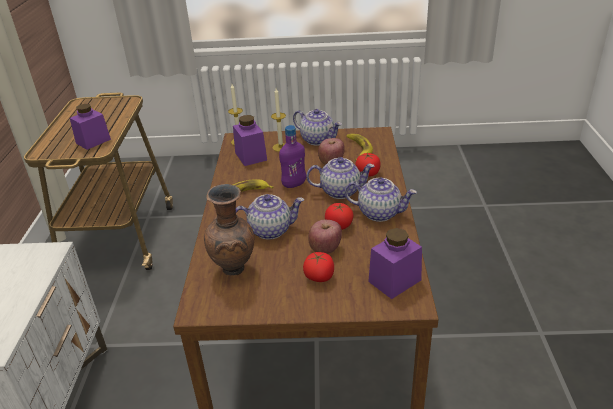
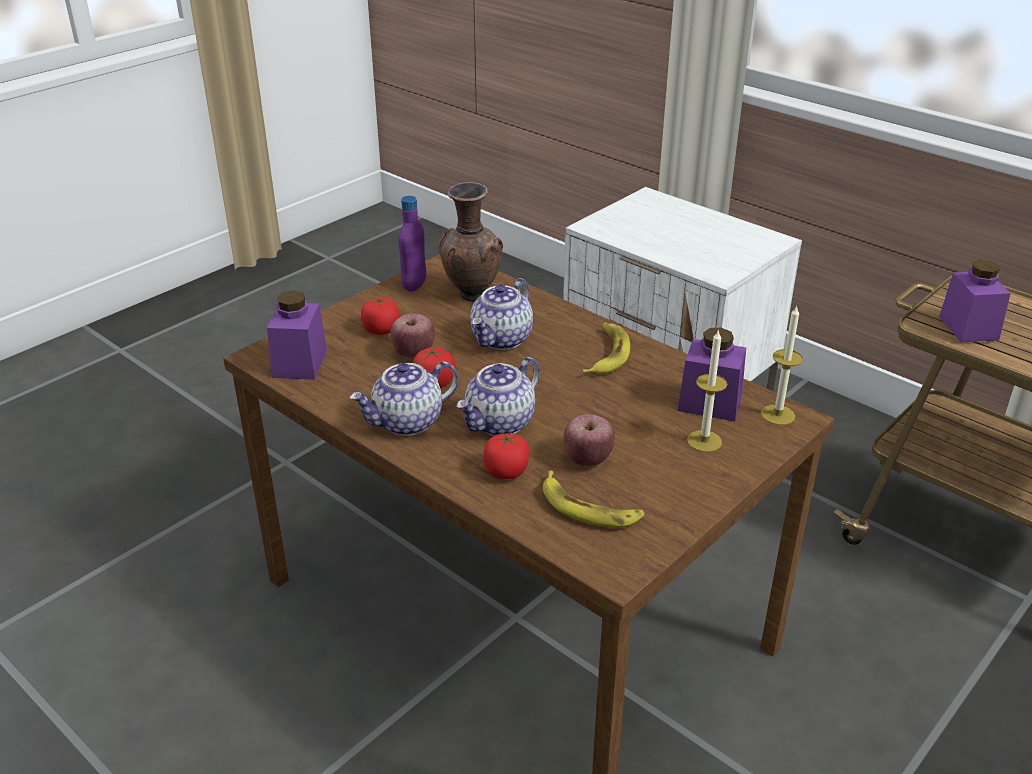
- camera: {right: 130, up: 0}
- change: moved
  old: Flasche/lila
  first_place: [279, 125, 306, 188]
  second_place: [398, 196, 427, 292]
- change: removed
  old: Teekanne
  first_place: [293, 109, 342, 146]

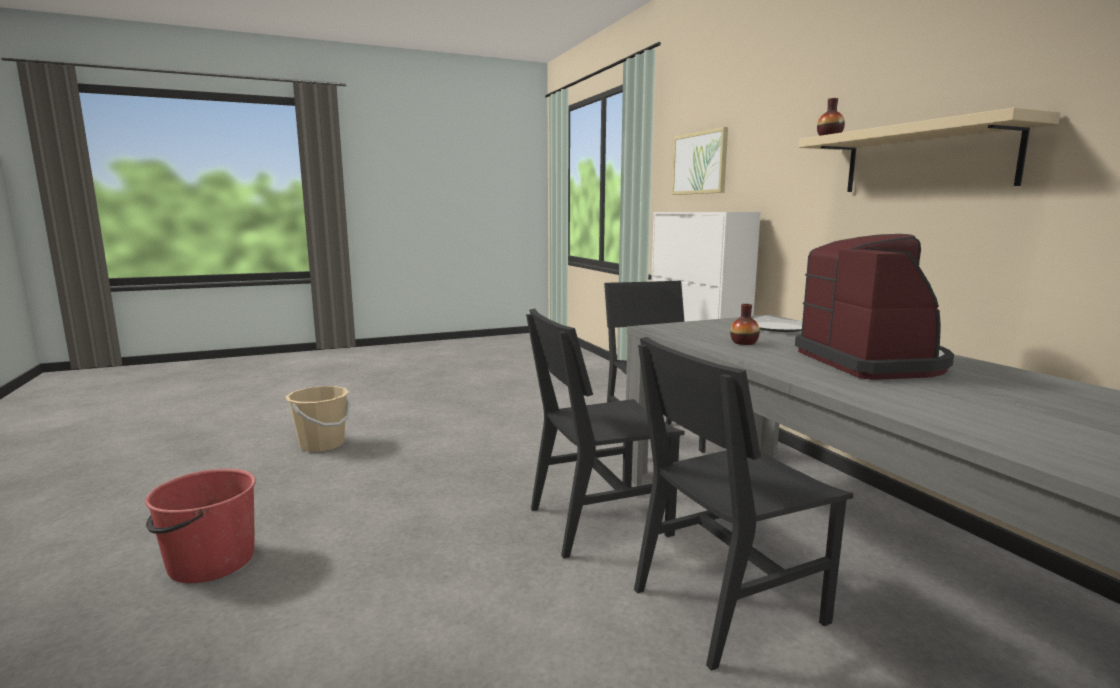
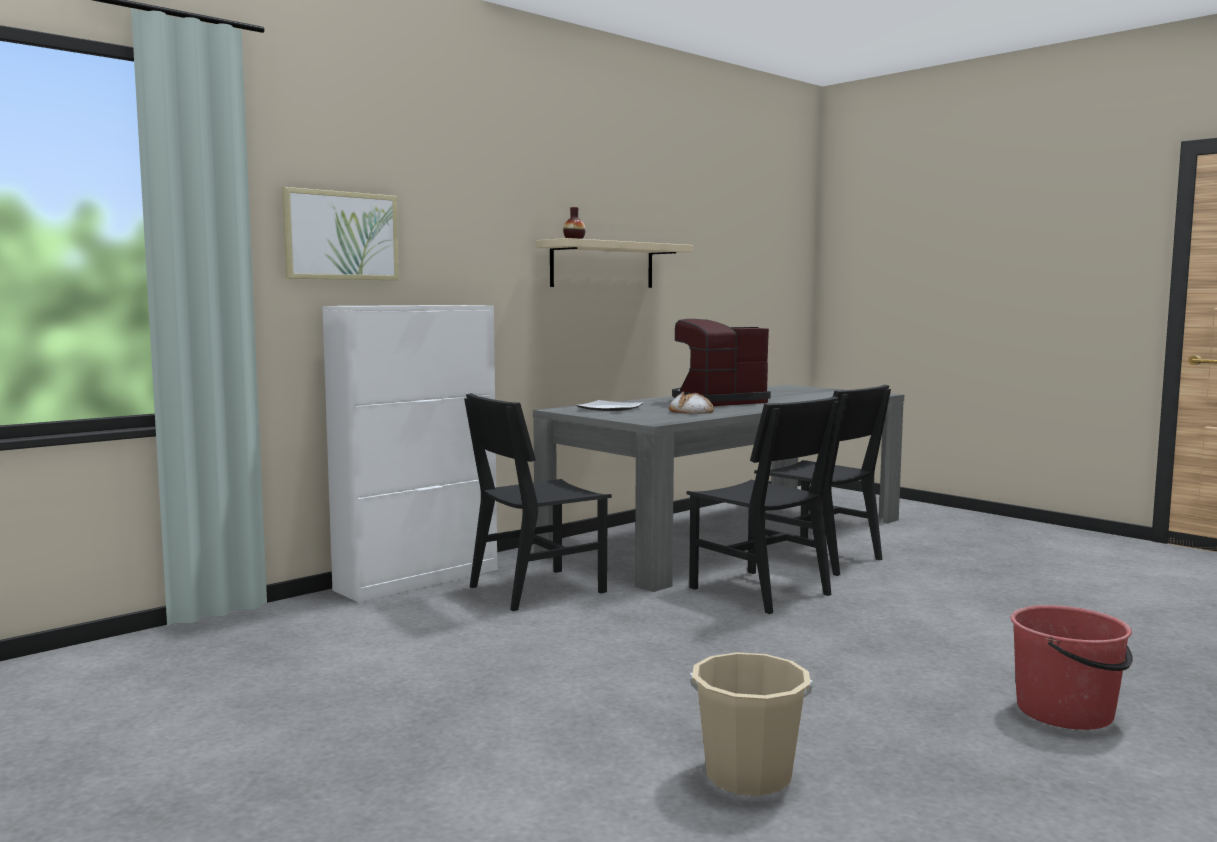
- camera: {right: -110, up: -5}
- change: replaced
  old: Vase
  new: Brot
  first_place: [730, 304, 760, 345]
  second_place: [669, 392, 714, 414]

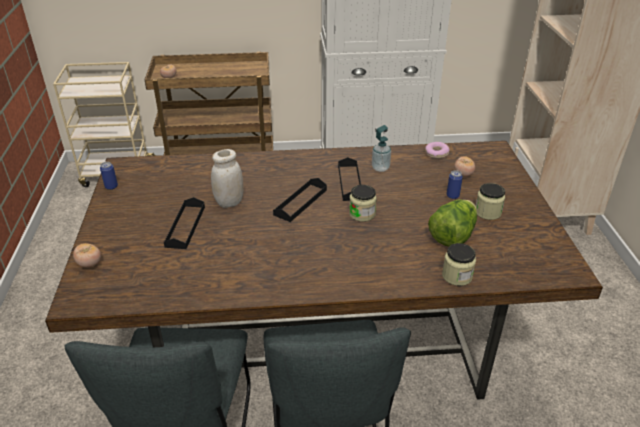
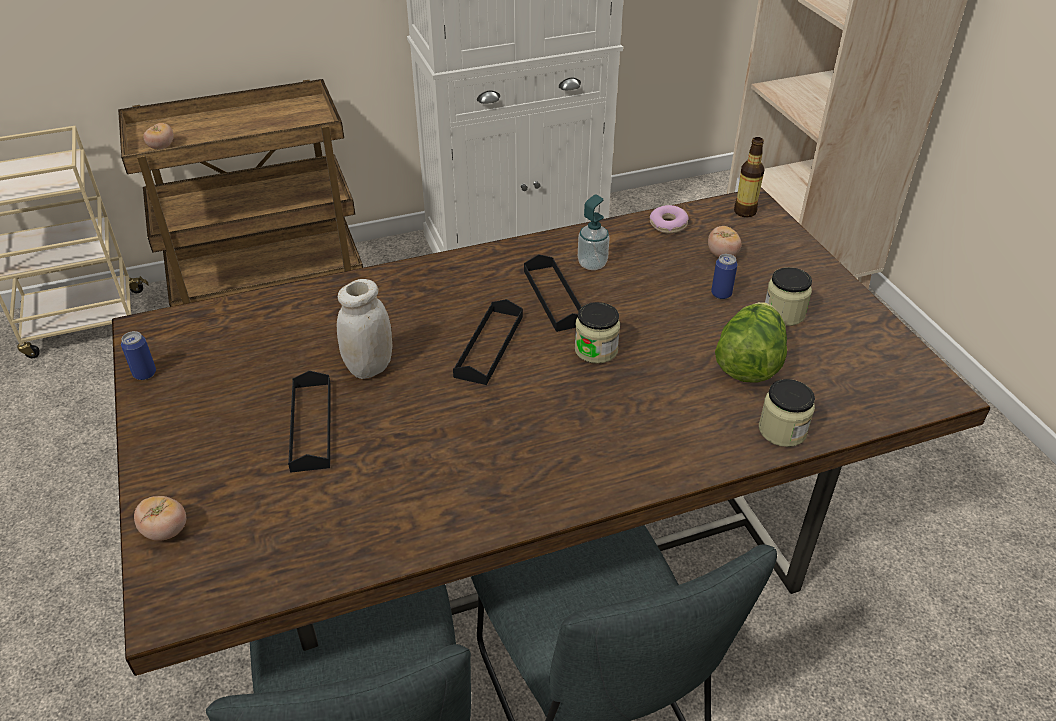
- camera: {right: -15, up: 5}
- change: added
  new: Flasche
  second_place: [734, 137, 765, 217]

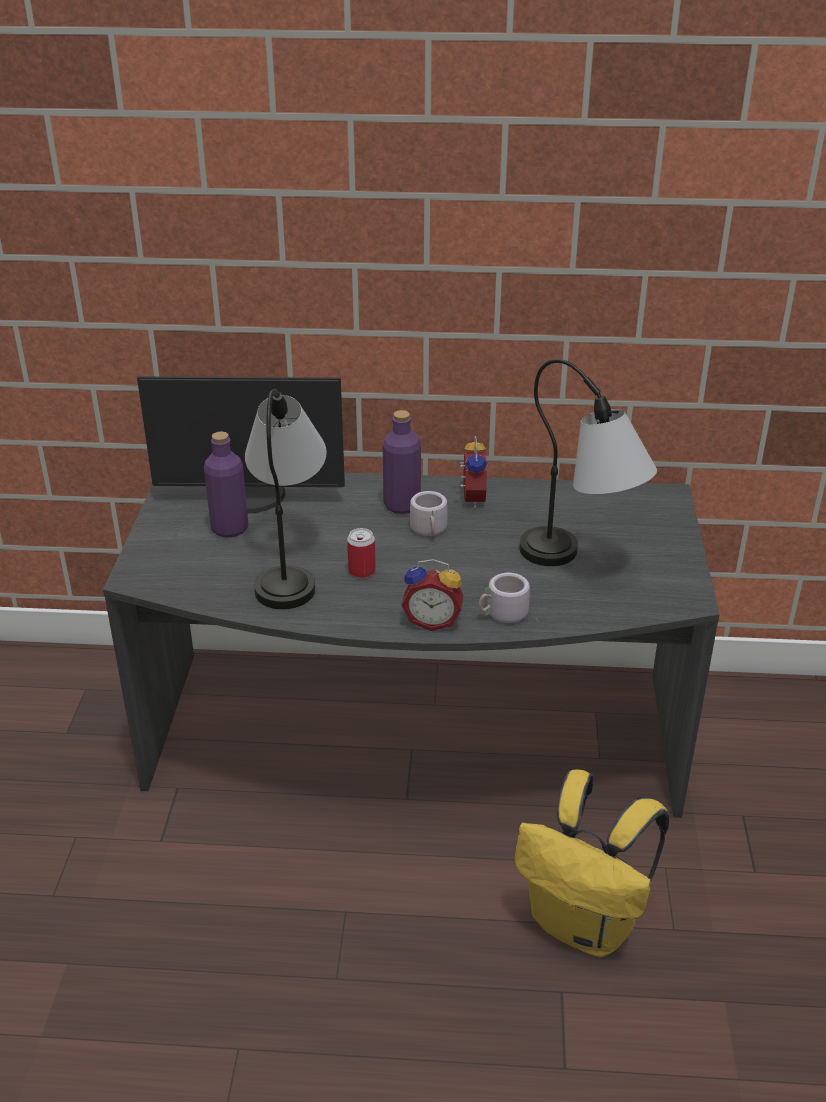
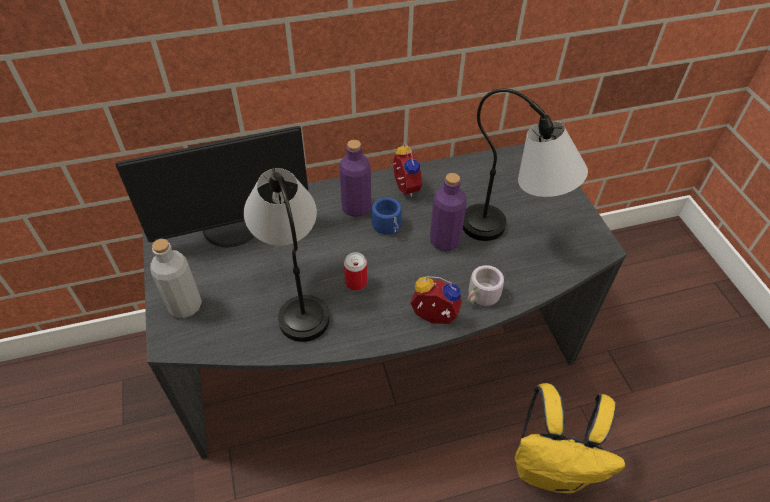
- camera: {right: -20, up: 15}
- change: moved
  old: Flasche/lila
  first_place: [204, 431, 249, 538]
  second_place: [430, 173, 467, 251]
- change: turned
  old: Wecker
  first_place: [402, 559, 463, 631]
  second_place: [410, 276, 462, 324]
  degrees: -150
- change: recoloured
  old: Henkelbecher/grau
  new: Henkelbecher/blau
  first_place: [410, 491, 447, 536]
  second_place: [372, 197, 402, 234]
- change: added
  new: Flasche/grau
  second_place: [150, 239, 202, 318]

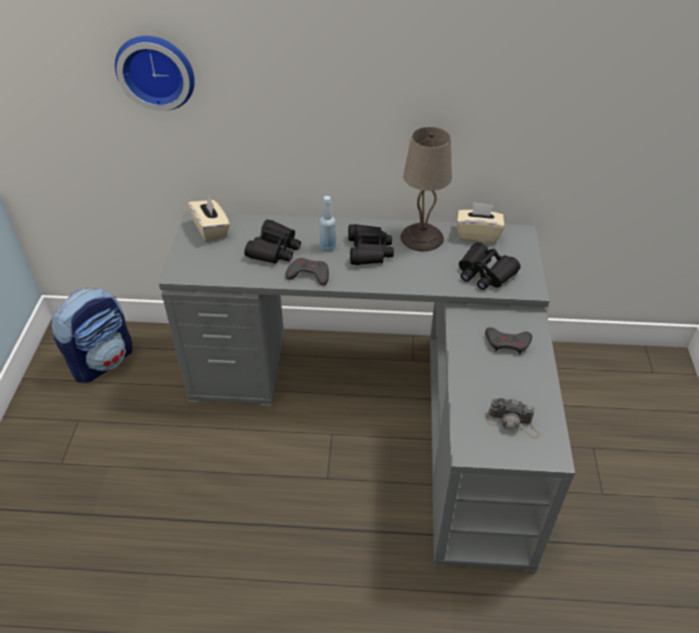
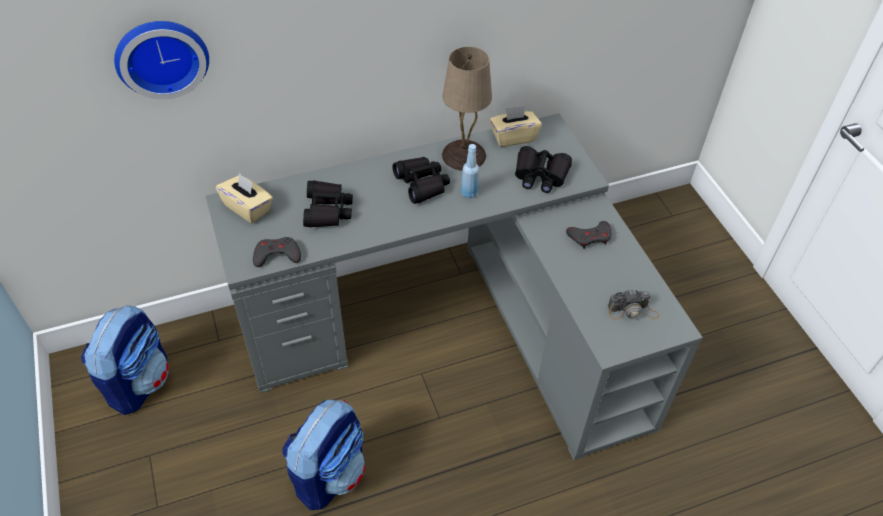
- camera: {right: -25, up: 5}
- change: moved
  old: Gamepad/grau
  first_place: [285, 258, 329, 285]
  second_place: [253, 237, 301, 267]
- change: moved
  old: Flasche/blau
  first_place: [320, 196, 336, 251]
  second_place: [461, 144, 479, 198]
- change: added
  new: Rucksack
  second_place: [282, 399, 365, 510]

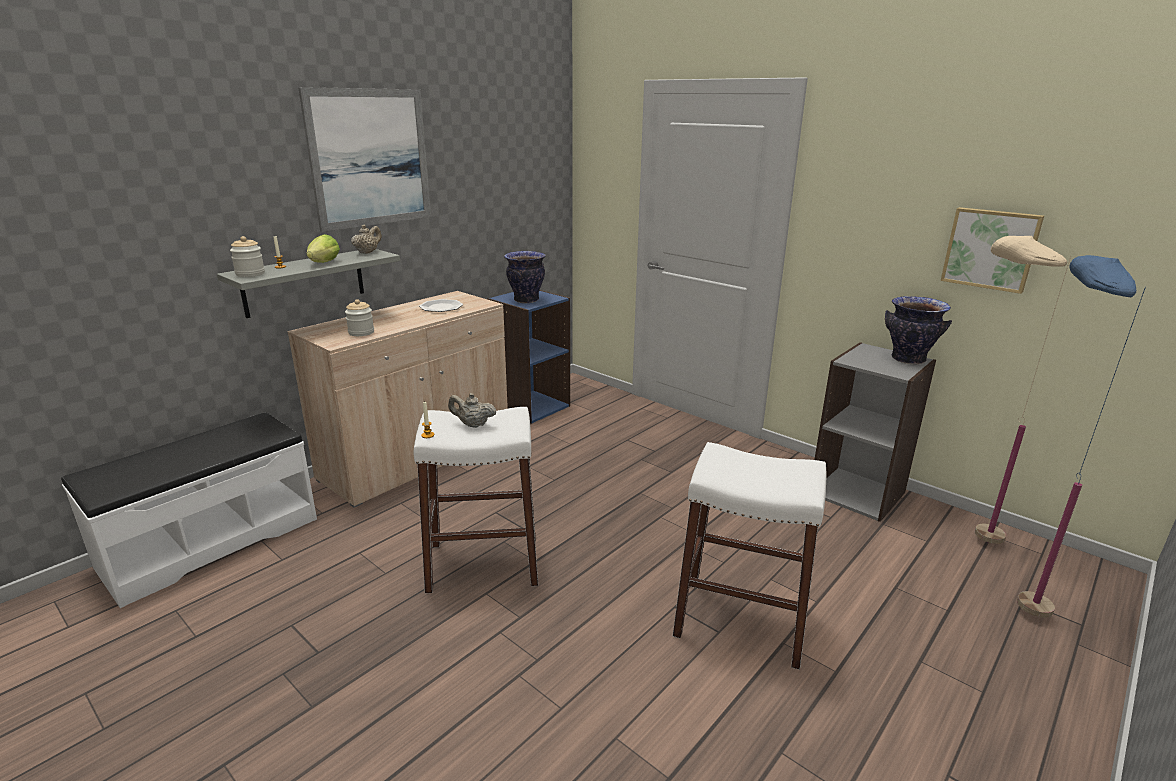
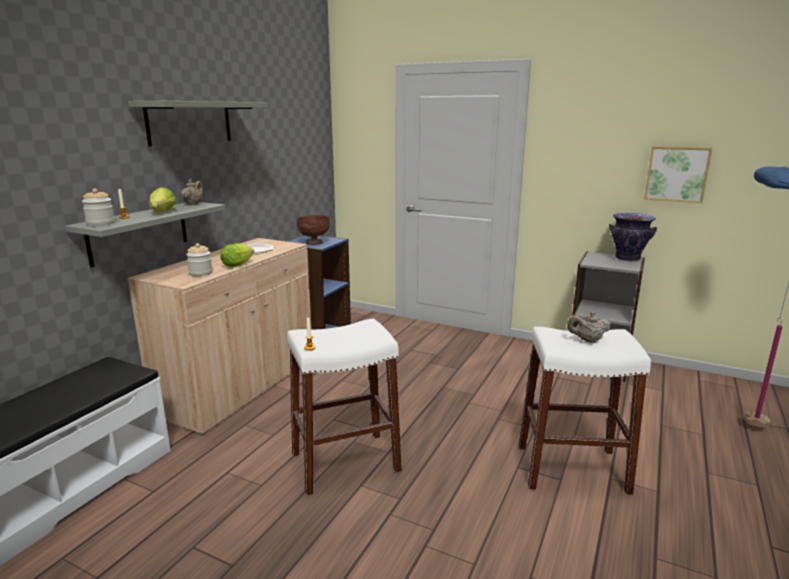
- camera: {right: -15, up: -5}
- change: replaced
  old: Bild
  new: Wandregal/grau
  first_place: [298, 87, 431, 232]
  second_place: [128, 101, 268, 146]
- change: moved
  old: Teekanne/beige
  first_place: [448, 393, 497, 428]
  second_place: [567, 312, 612, 343]
- change: replaced
  old: Vase
  new: Schüssel/braun
  first_place: [504, 251, 546, 303]
  second_place: [296, 215, 330, 245]
- change: removed
  old: Stehlampe/beige
  first_place: [975, 236, 1071, 544]
- change: added
  new: Salatkopf
  second_place: [220, 243, 254, 267]

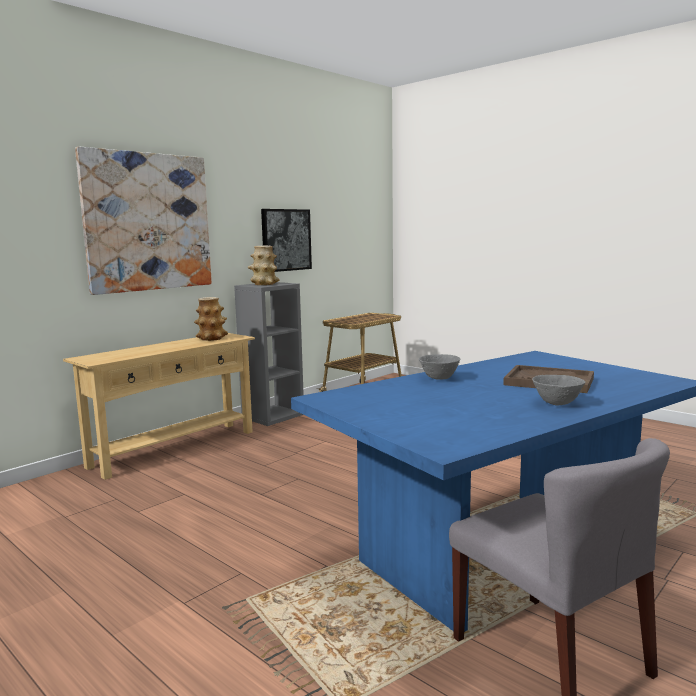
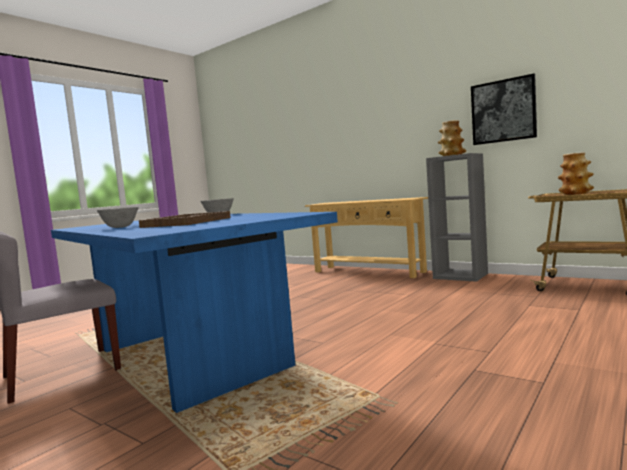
- camera: {right: 85, up: -5}
- change: removed
  old: Bild
  first_place: [75, 147, 212, 295]
- change: moved
  old: Vase
  first_place: [194, 297, 228, 341]
  second_place: [558, 152, 594, 195]

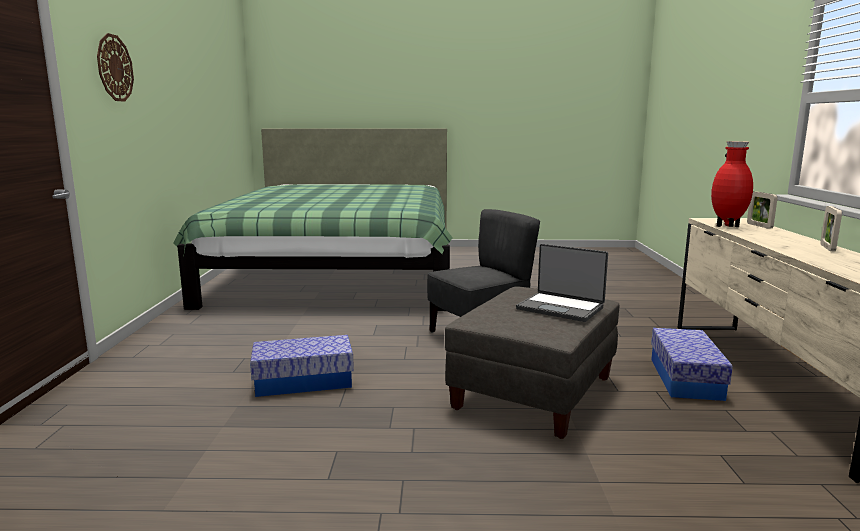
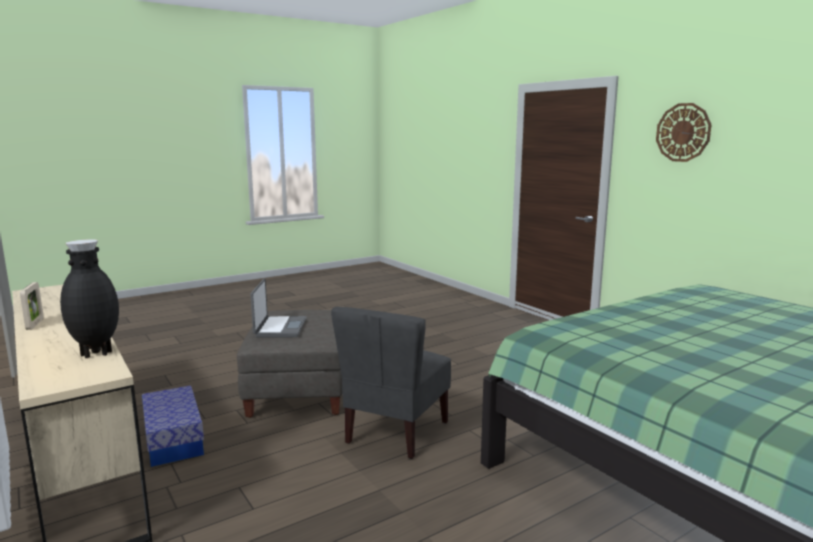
- camera: {right: 145, up: 0}
- change: removed
  old: Aufbewahrungsbox
  first_place: [250, 335, 354, 397]
- change: turned
  old: Laptop
  first_place: [516, 244, 608, 322]
  second_place: [250, 279, 307, 338]
  degrees: 90
- change: recoloured
  old: Vase/rot
  new: Vase/schwarz
  first_place: [711, 141, 753, 227]
  second_place: [60, 239, 119, 358]
- change: removed
  old: Bilderrahmen
  first_place: [747, 191, 778, 229]

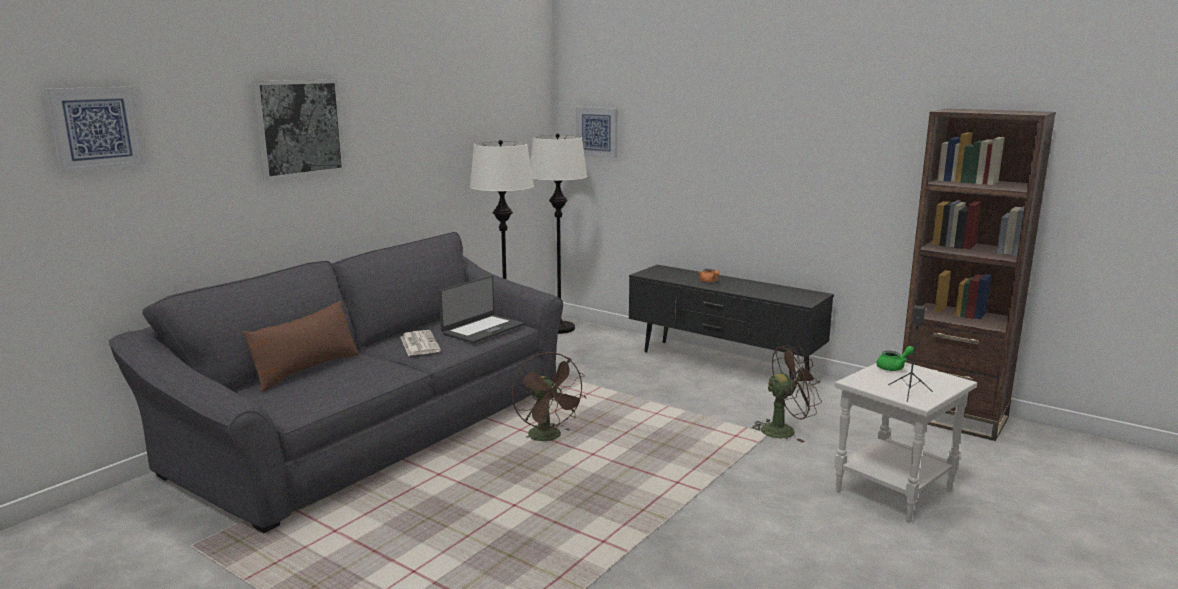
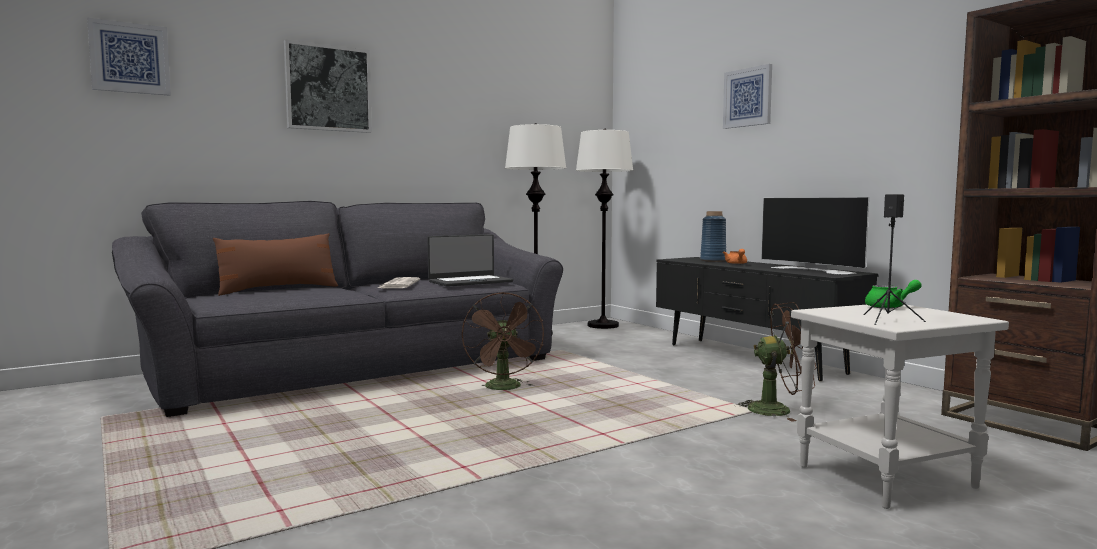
- camera: {right: 20, up: -10}
- change: moved
  old: Bild
  first_place: [576, 107, 618, 158]
  second_place: [723, 64, 772, 129]
- change: added
  new: Vase/blau
  second_place: [700, 211, 726, 262]
- change: added
  new: Fernseher
  second_place: [761, 197, 869, 274]

